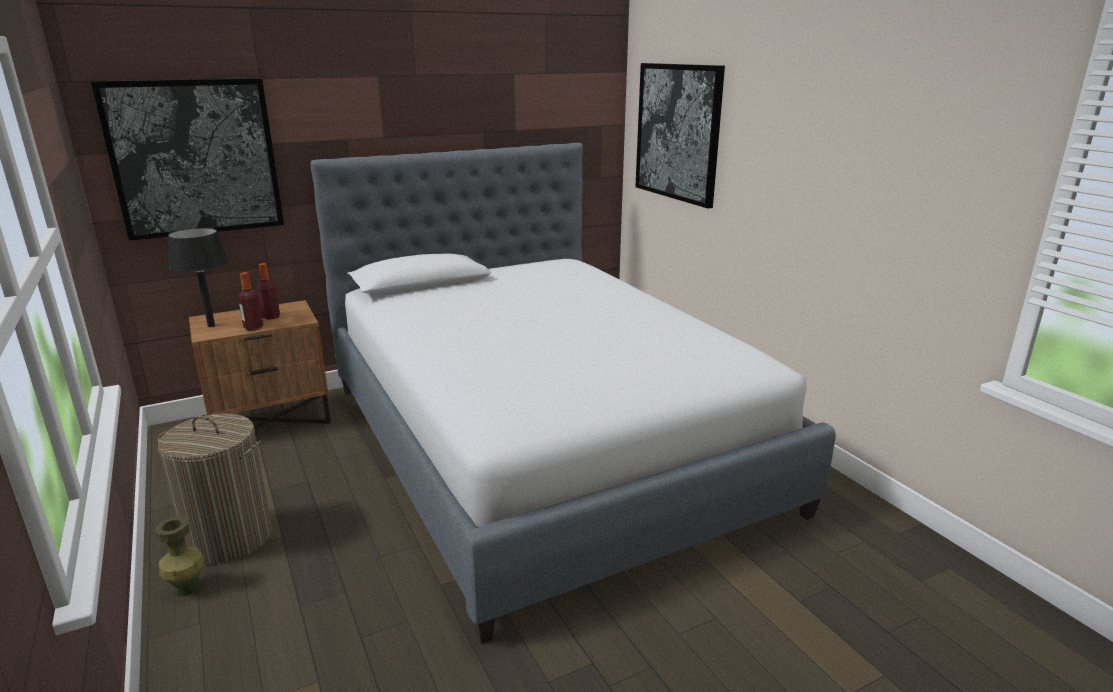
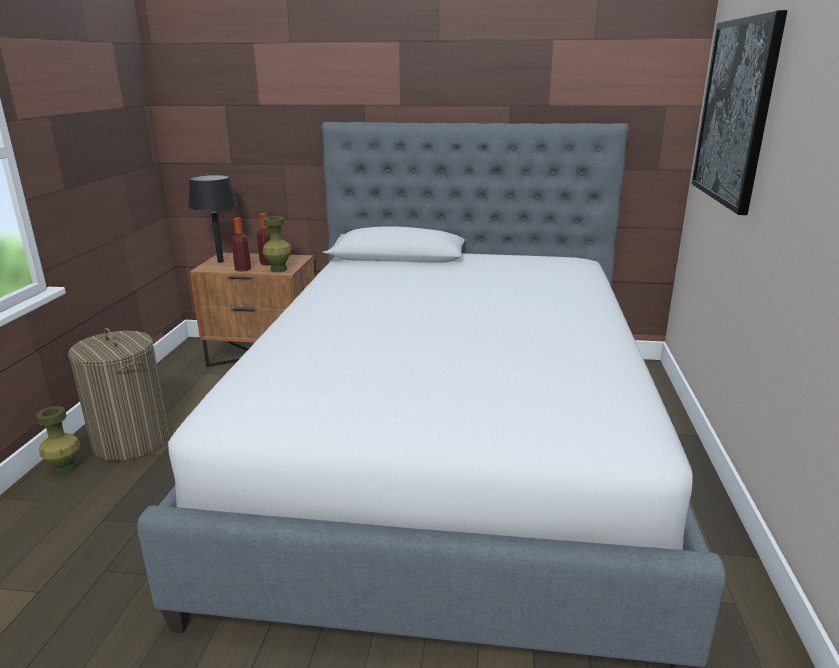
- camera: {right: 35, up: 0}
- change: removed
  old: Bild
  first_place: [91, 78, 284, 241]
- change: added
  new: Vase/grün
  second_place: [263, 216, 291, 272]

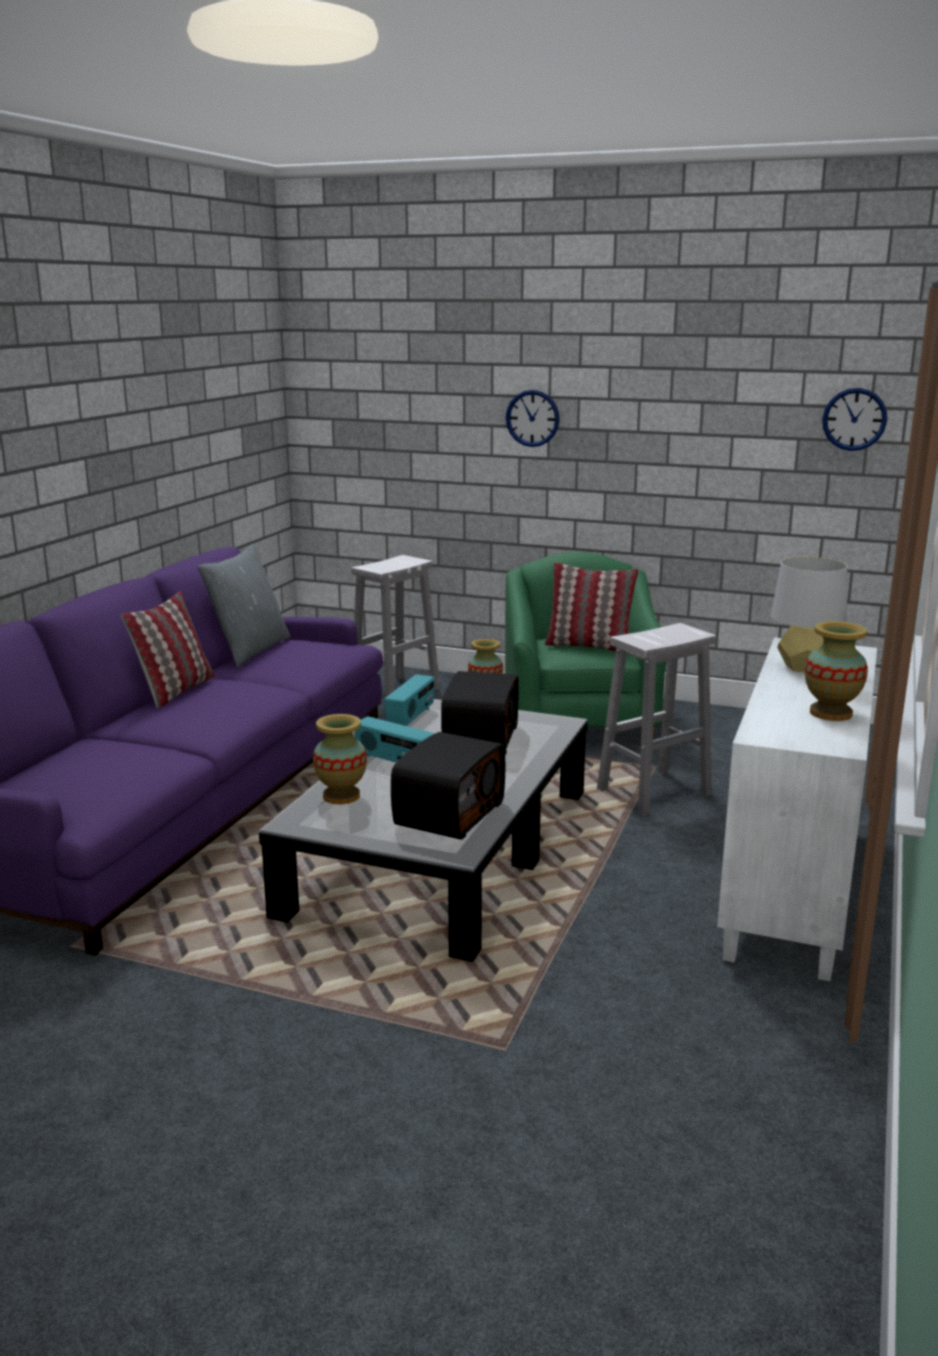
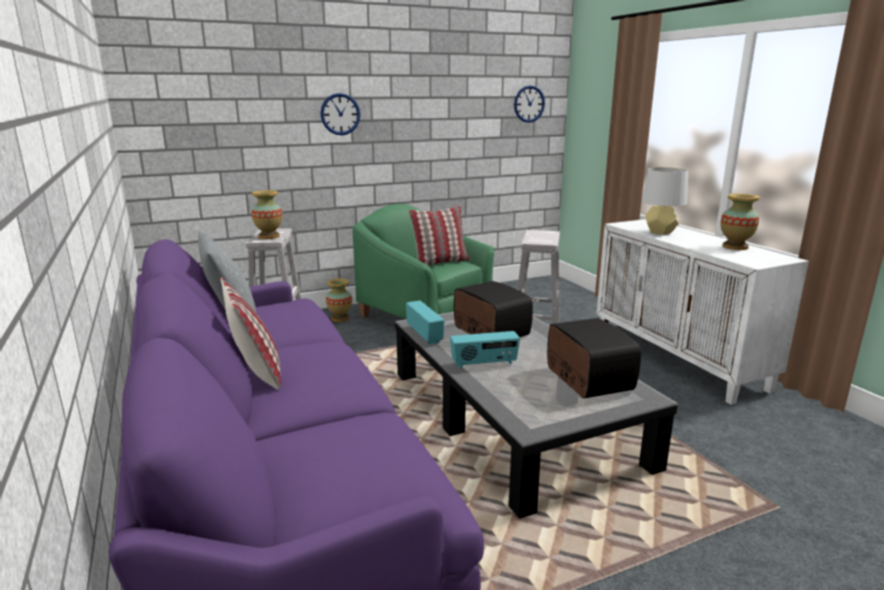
- camera: {right: -45, up: 0}
- change: moved
  old: Vase
  first_place: [313, 714, 367, 805]
  second_place: [251, 190, 283, 239]

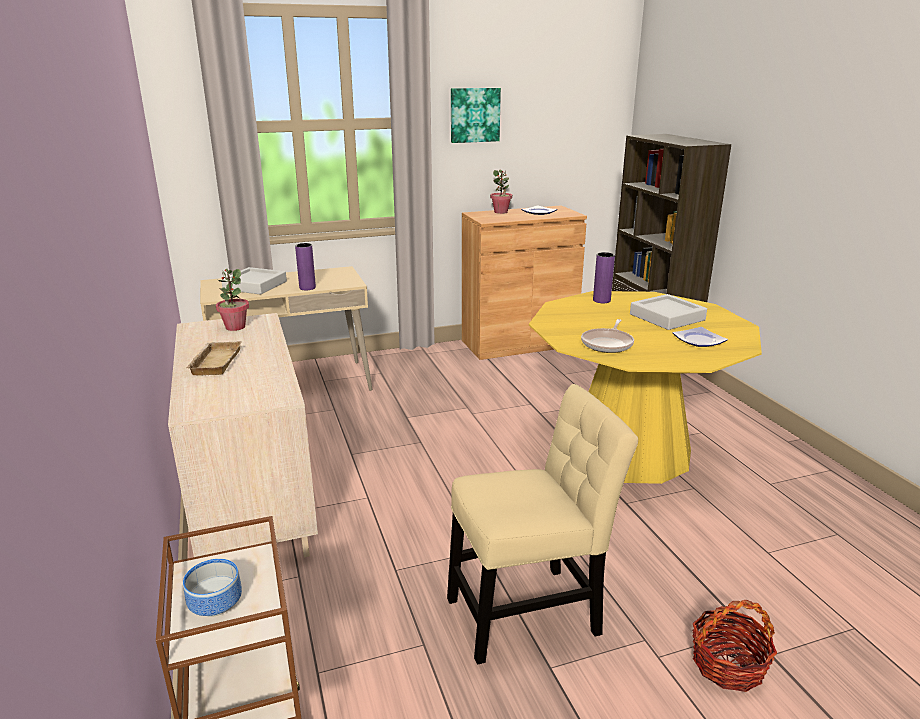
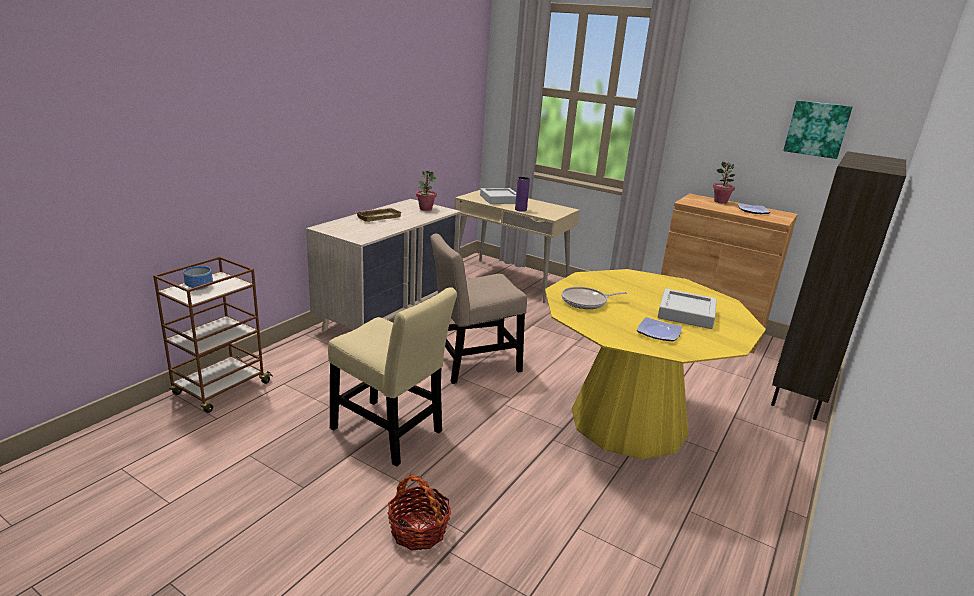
- camera: {right: 50, up: 0}
- change: moved
  old: Bild
  first_place: [451, 88, 501, 143]
  second_place: [783, 100, 853, 159]
- change: removed
  old: Vase/lila
  first_place: [593, 252, 615, 303]
- change: added
  new: Stuhl/beige
  second_place: [430, 233, 527, 384]

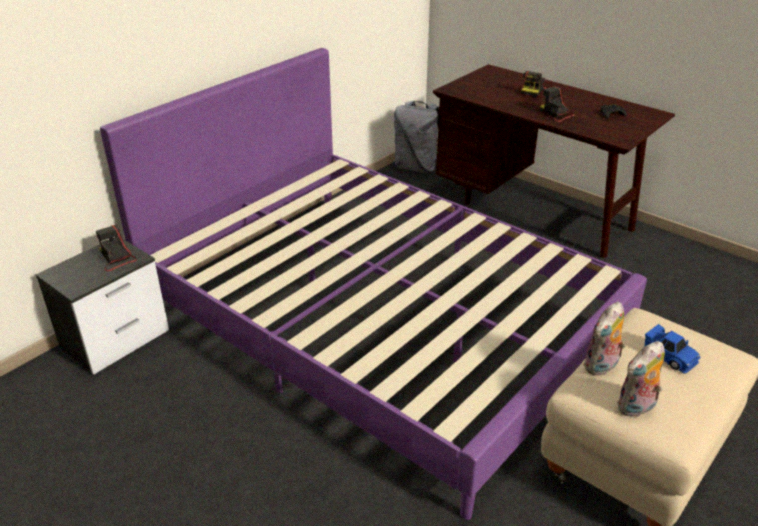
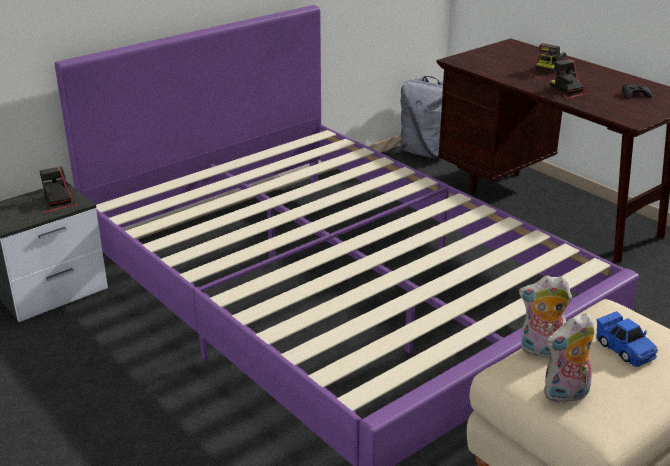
- camera: {right: 10, up: -5}
- change: turned
  old: Plüschtier
  first_place: [583, 302, 626, 376]
  second_place: [519, 276, 572, 358]
  degrees: 45

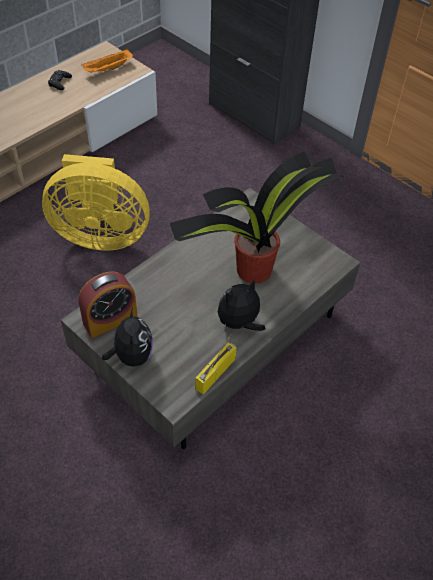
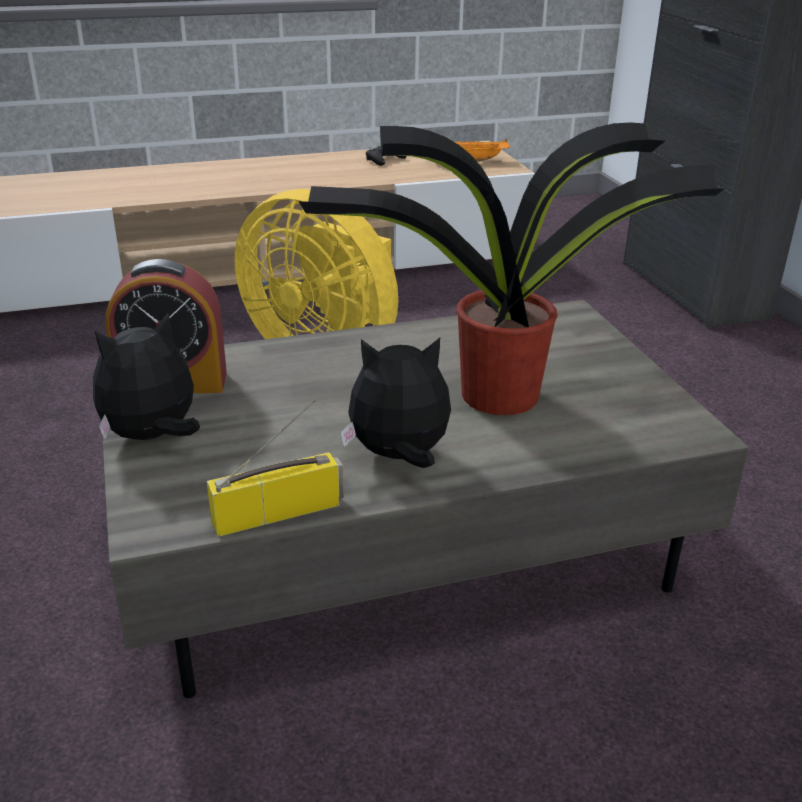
- camera: {right: 30, up: -20}
- change: turned
  old: Plüschtier
  first_place: [102, 308, 153, 367]
  second_place: [93, 312, 200, 440]
  degrees: -150

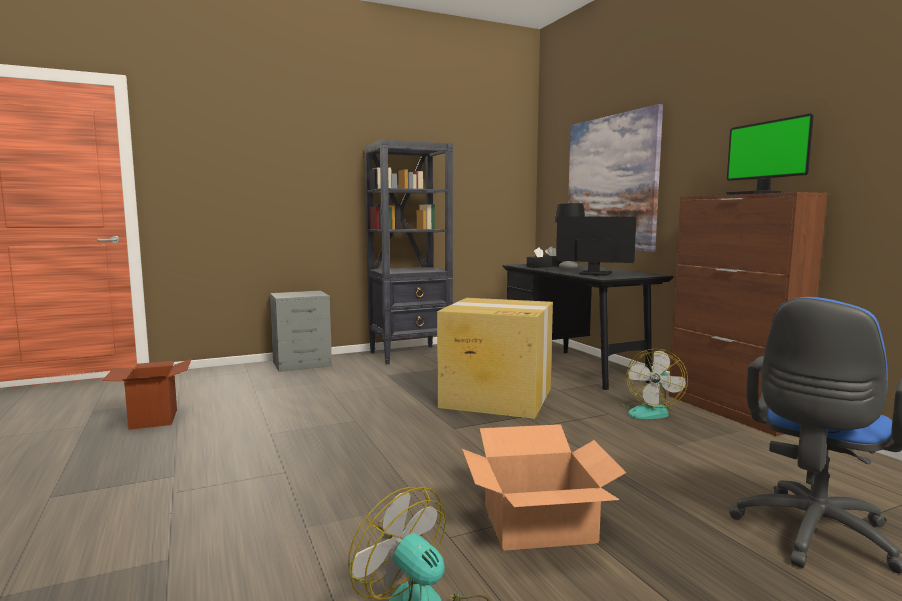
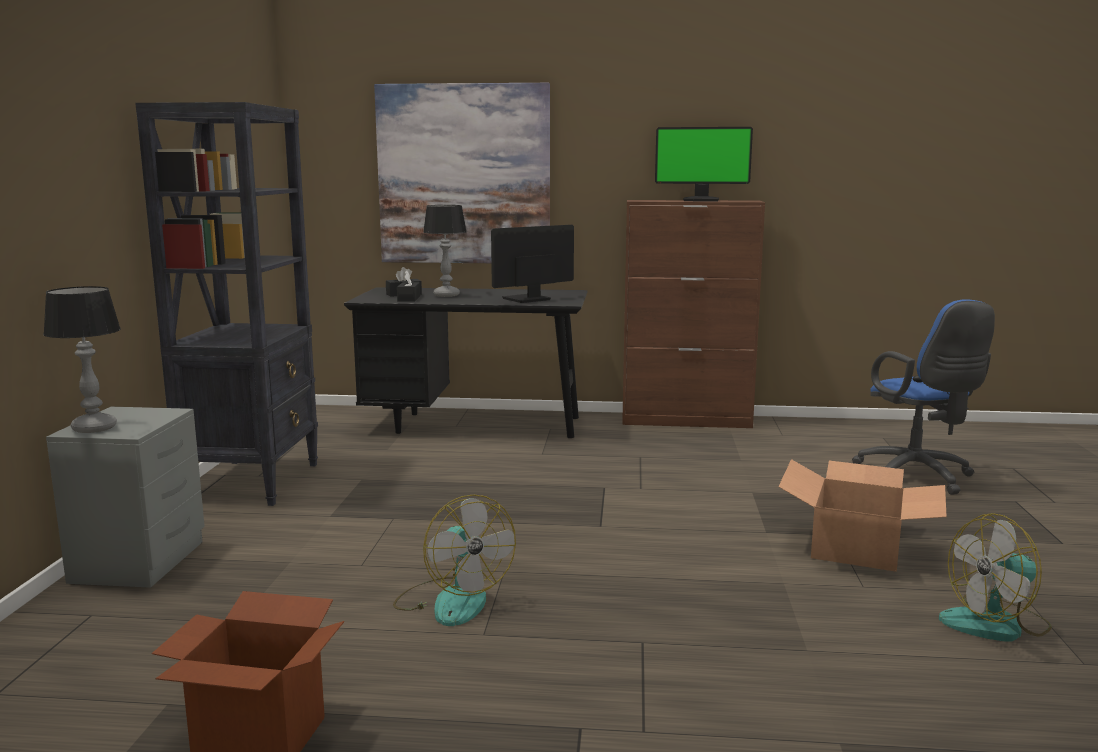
- camera: {right: -60, up: 5}
- change: removed
  old: Karton
  first_place: [437, 298, 553, 419]
- change: moved
  old: Ventilator
  first_place: [620, 348, 688, 419]
  second_place: [393, 494, 516, 626]
- change: added
  new: Tischlampe
  second_place: [43, 286, 121, 433]

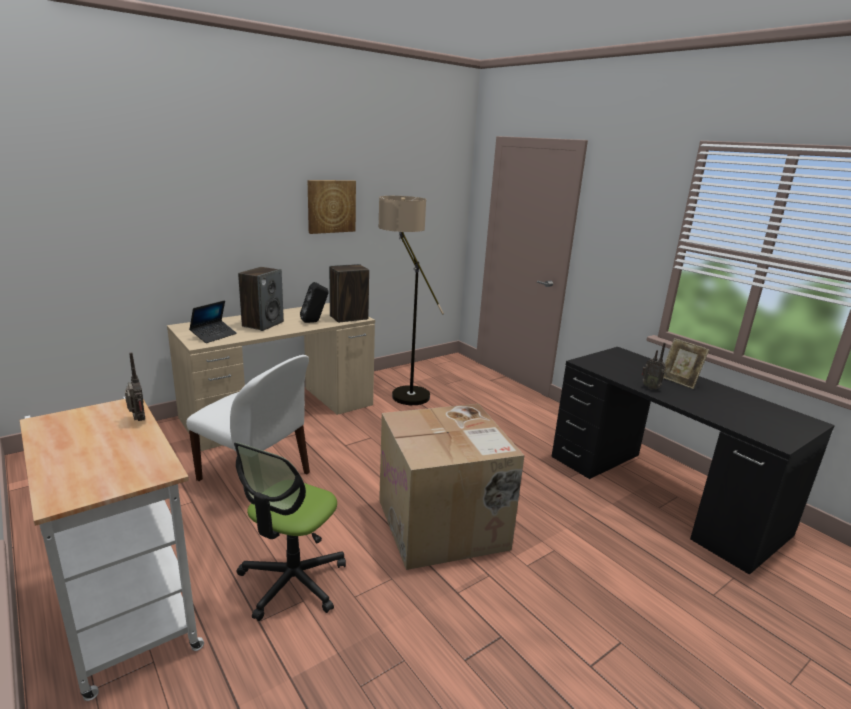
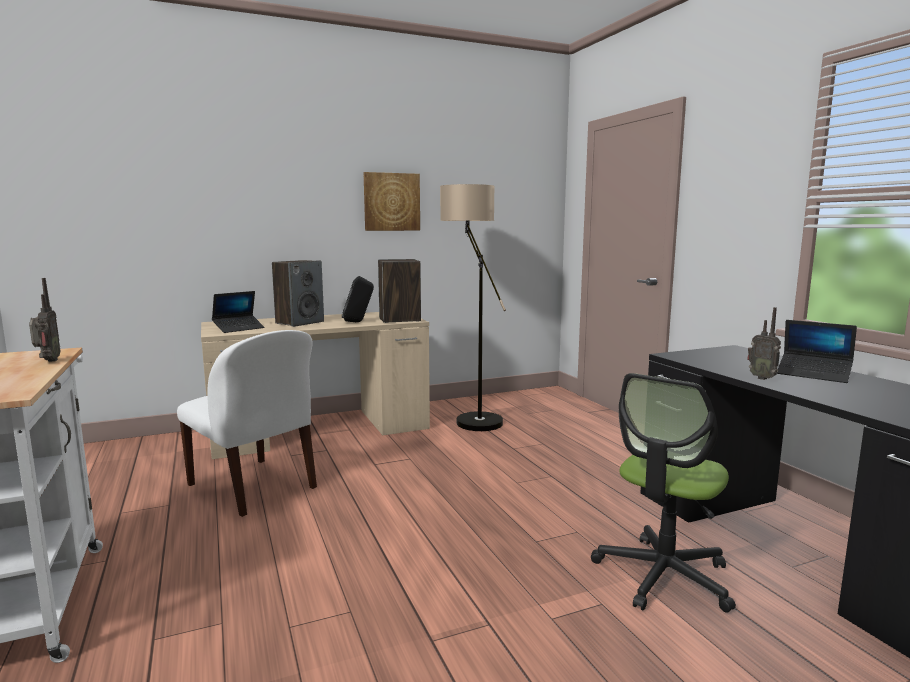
- camera: {right: 15, up: -10}
- change: moved
  old: Bürostuhl
  first_place: [234, 442, 346, 621]
  second_place: [591, 373, 736, 612]
- change: removed
  old: Karton
  first_place: [379, 404, 524, 570]
- change: replaced
  old: Bilderrahmen
  new: Laptop
  first_place: [663, 338, 709, 389]
  second_place: [777, 320, 857, 383]

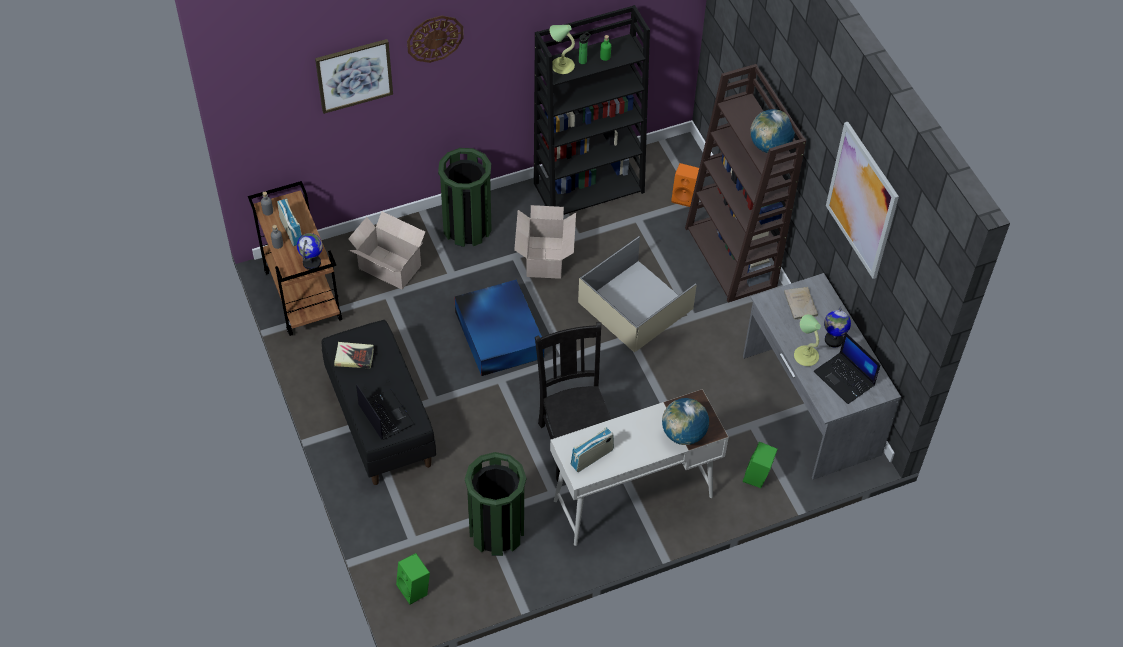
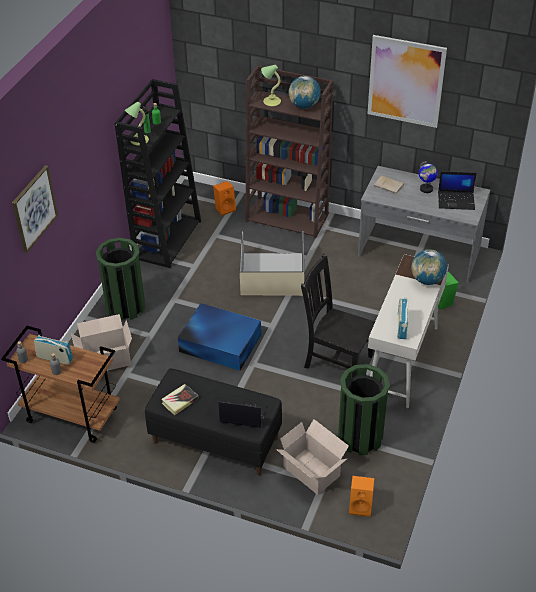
- camera: {right: -45, up: -10}
- change: removed
  old: Globus
  first_place: [297, 233, 323, 270]
- change: recoloured
  old: Lautsprecher/grün
  new: Lautsprecher/orange
  first_place: [396, 553, 430, 605]
  second_place: [349, 476, 375, 517]
- change: removed
  old: Wanduhr
  first_place: [407, 16, 464, 63]
- change: moved
  old: Karton
  first_place: [514, 205, 576, 279]
  second_place: [276, 419, 349, 495]
- change: moved
  old: Tischlampe
  first_place: [794, 314, 821, 366]
  second_place: [261, 65, 281, 106]

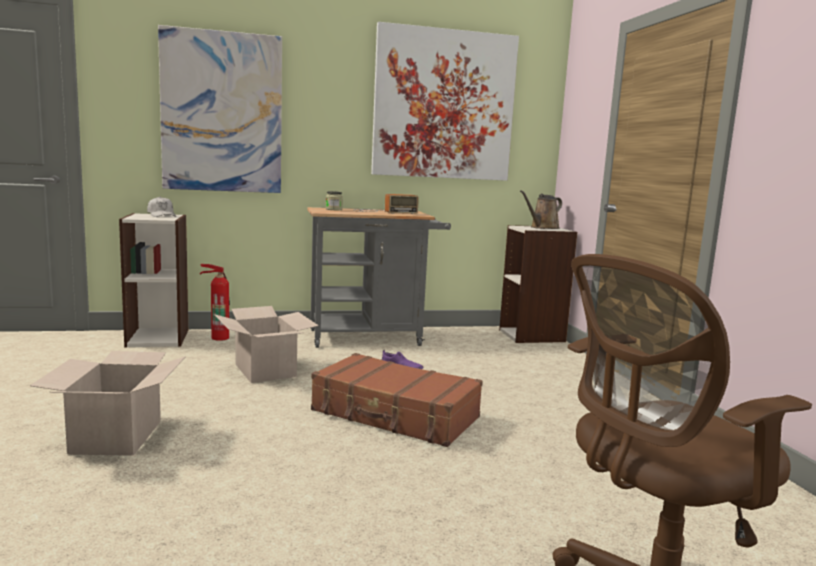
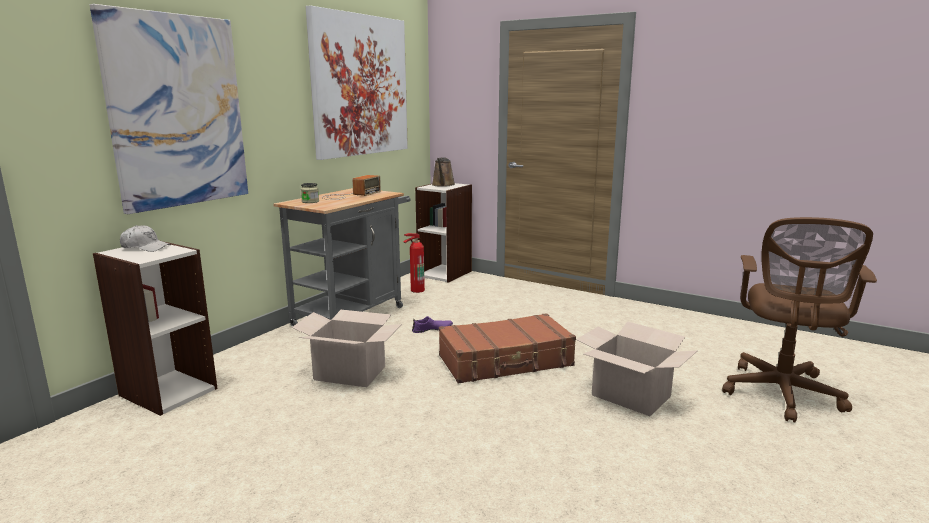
- camera: {right: -45, up: 5}
- change: moved
  old: Karton
  first_place: [30, 351, 186, 456]
  second_place: [576, 321, 697, 416]
- change: moved
  old: Feuerlöscher
  first_place: [199, 264, 230, 341]
  second_place: [404, 233, 425, 293]

